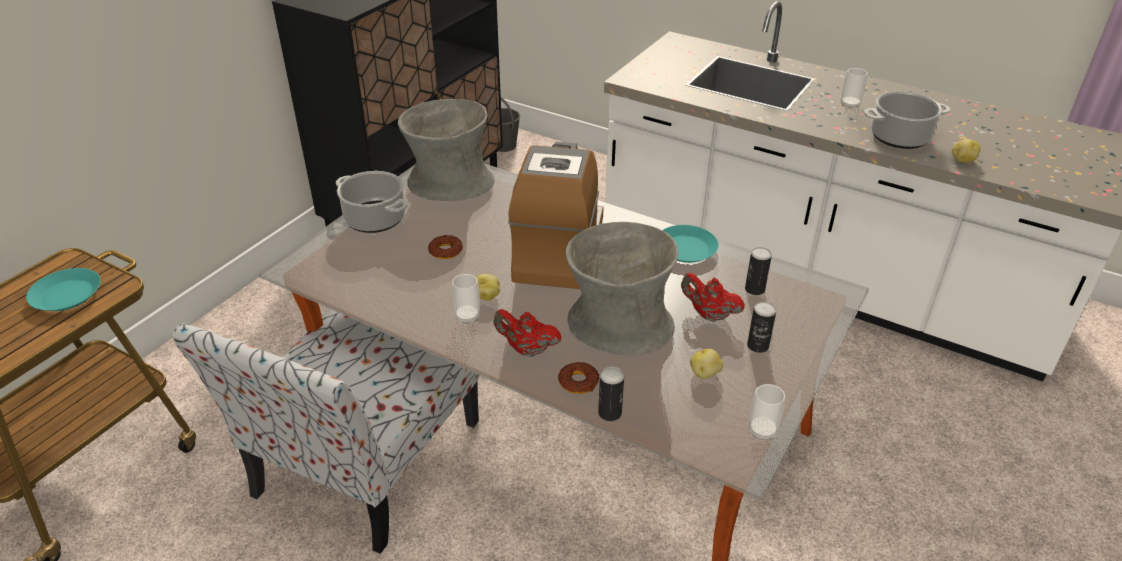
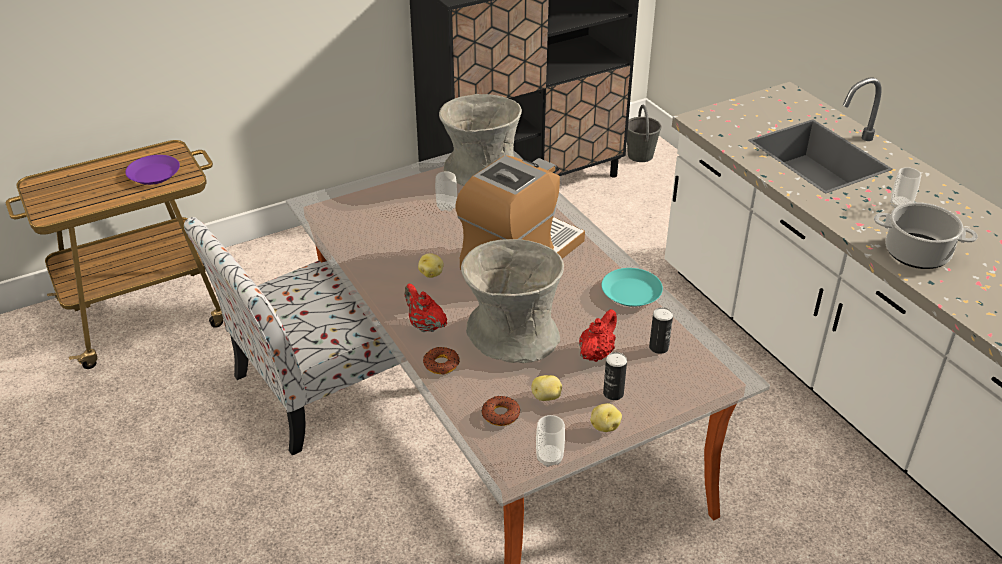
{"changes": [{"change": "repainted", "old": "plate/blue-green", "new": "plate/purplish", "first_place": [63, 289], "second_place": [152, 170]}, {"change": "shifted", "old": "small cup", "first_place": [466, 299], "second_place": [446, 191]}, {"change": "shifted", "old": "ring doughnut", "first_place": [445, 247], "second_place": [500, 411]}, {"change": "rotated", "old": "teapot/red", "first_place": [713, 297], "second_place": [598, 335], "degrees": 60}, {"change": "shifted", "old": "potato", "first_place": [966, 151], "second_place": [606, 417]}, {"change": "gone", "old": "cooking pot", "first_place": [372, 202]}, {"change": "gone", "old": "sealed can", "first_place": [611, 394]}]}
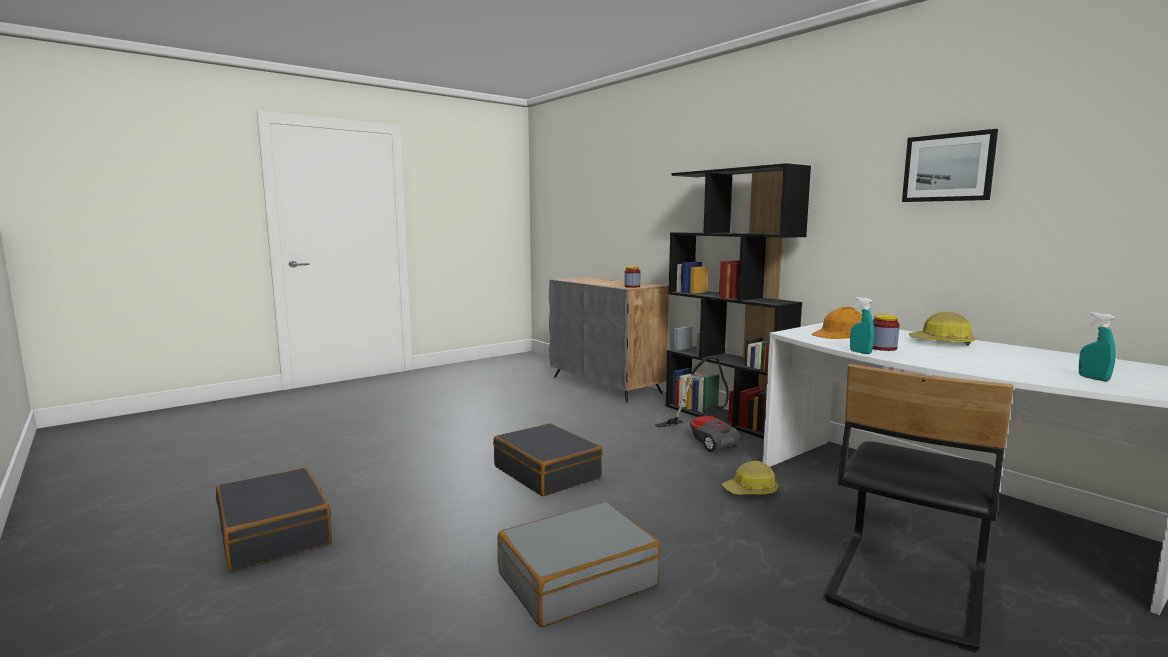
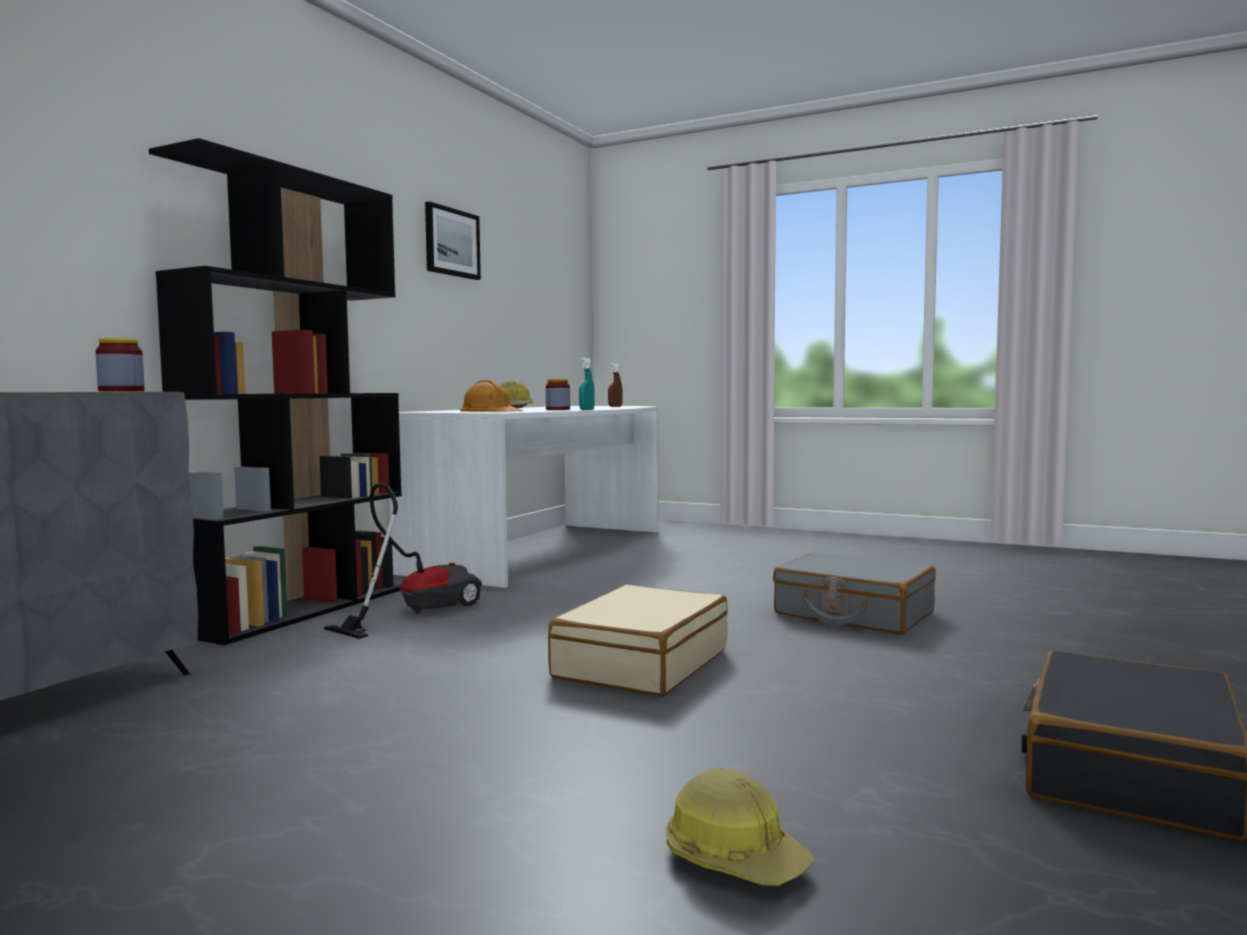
{"changes": [{"change": "repainted", "old": "travel case/blackish", "new": "travel case/beige", "first_place": [548, 459], "second_place": [638, 641]}, {"change": "repainted", "old": "sprayer/blue-green", "new": "sprayer/brown", "first_place": [1097, 346], "second_place": [615, 385]}, {"change": "shifted", "old": "work helmet", "first_place": [750, 478], "second_place": [740, 827]}, {"change": "gone", "old": "chair/blackish", "first_place": [919, 508]}]}
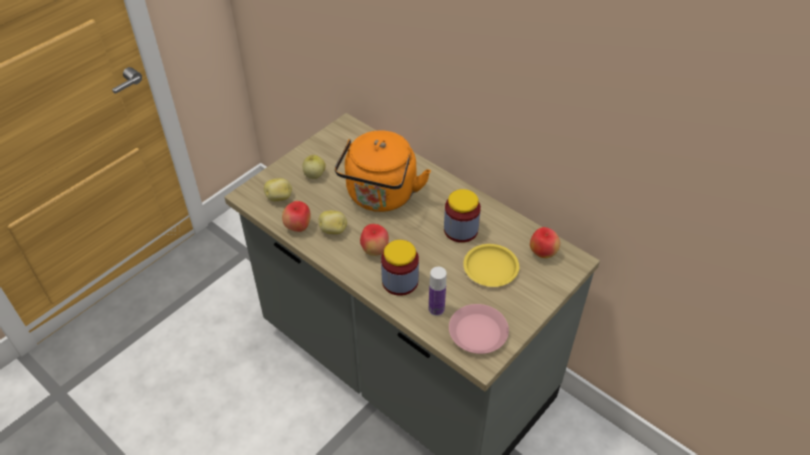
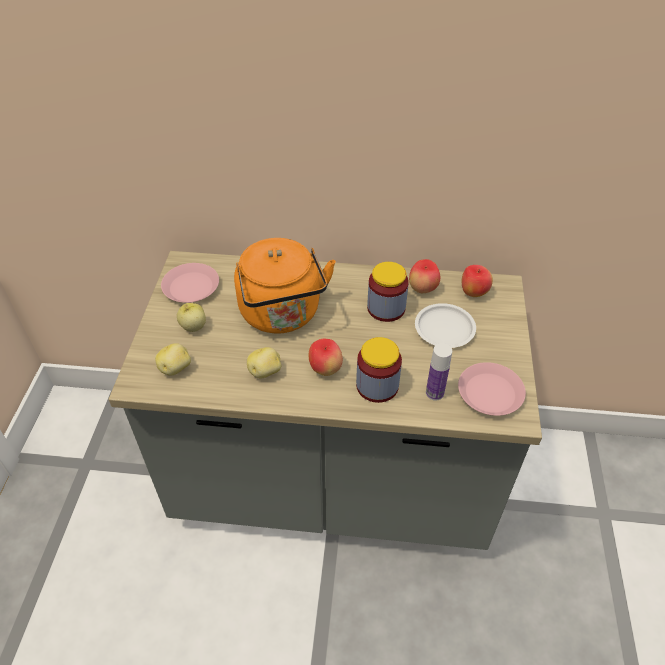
{"changes": [{"change": "new", "new": "plate/pinkish", "second_place": [190, 283]}, {"change": "shifted", "old": "whole apple", "first_place": [296, 216], "second_place": [424, 276]}, {"change": "repainted", "old": "plate/yellow", "new": "plate/whitish", "first_place": [491, 265], "second_place": [445, 325]}]}
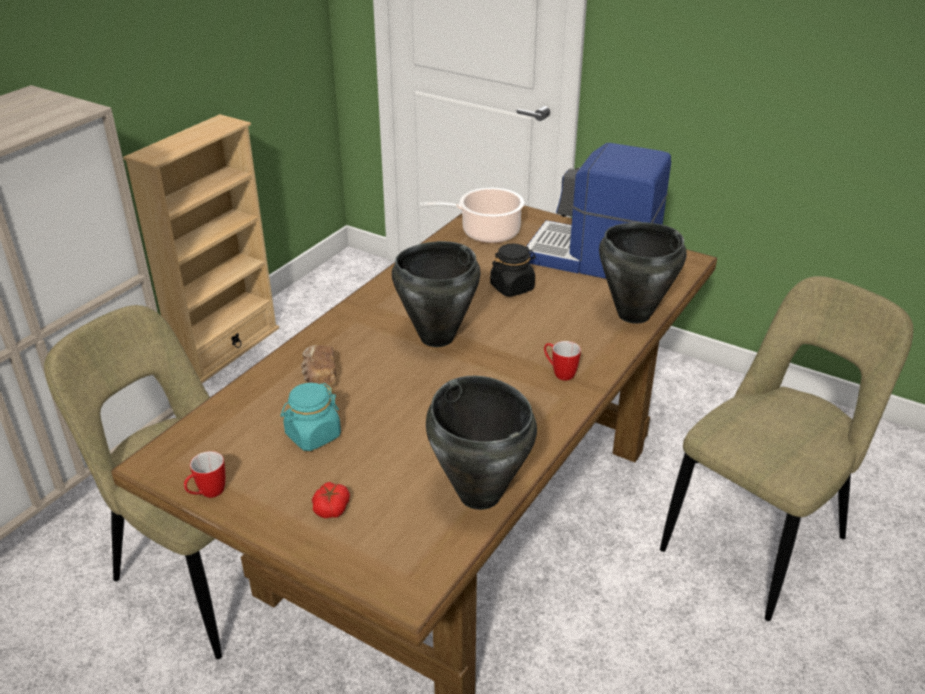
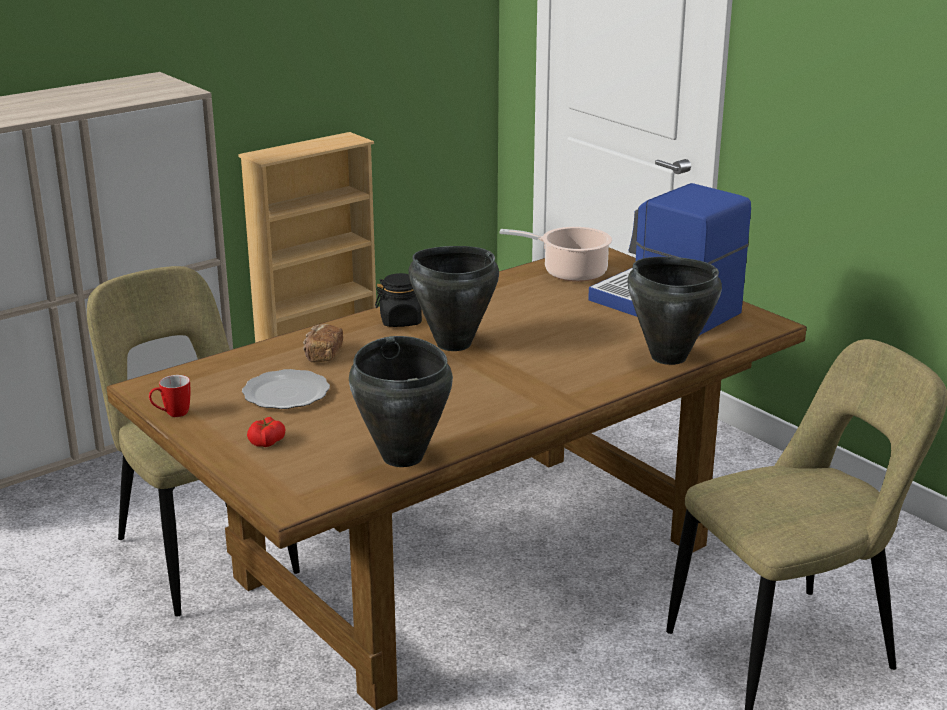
{"changes": [{"change": "swapped", "old": "preserve jar/blue-green", "new": "plate", "first_place": [310, 417], "second_place": [286, 389]}, {"change": "shifted", "old": "preserve jar/blackish", "first_place": [513, 270], "second_place": [398, 300]}, {"change": "gone", "old": "coffee mug", "first_place": [562, 361]}]}
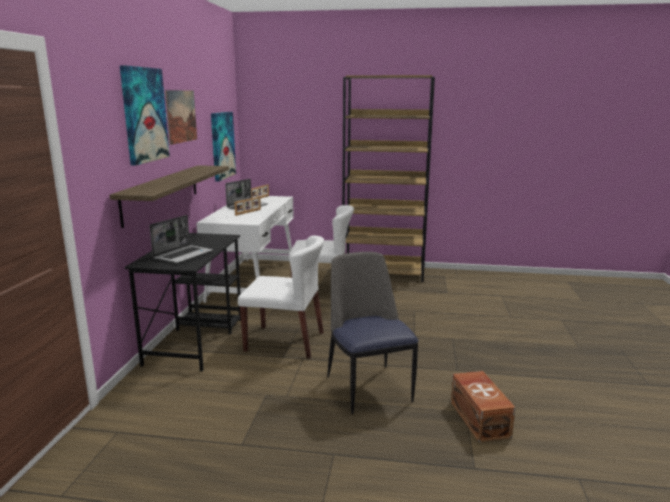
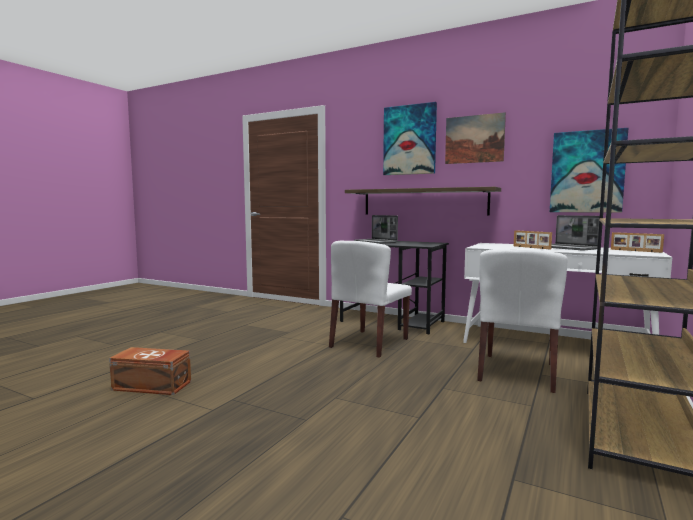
{"changes": [{"change": "gone", "old": "chair", "first_place": [372, 333]}]}
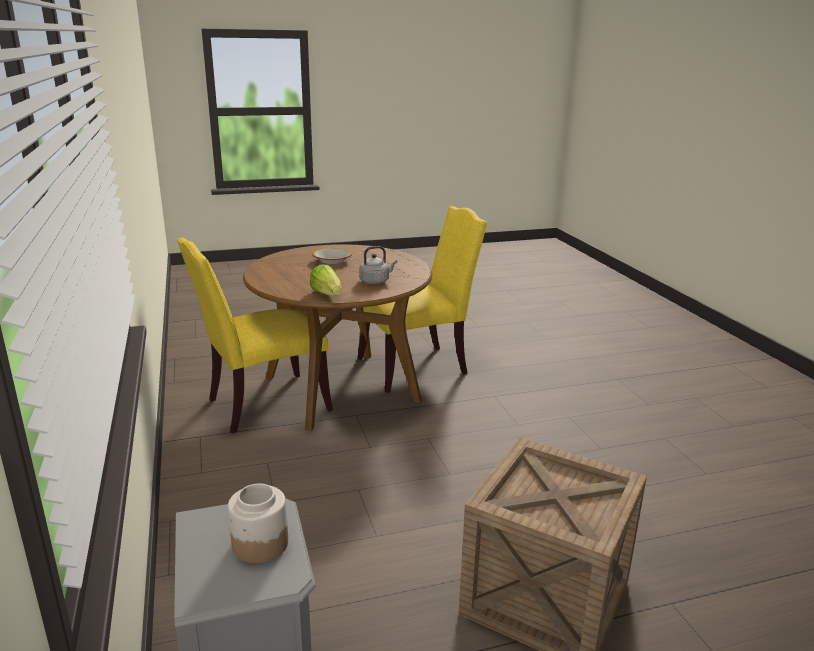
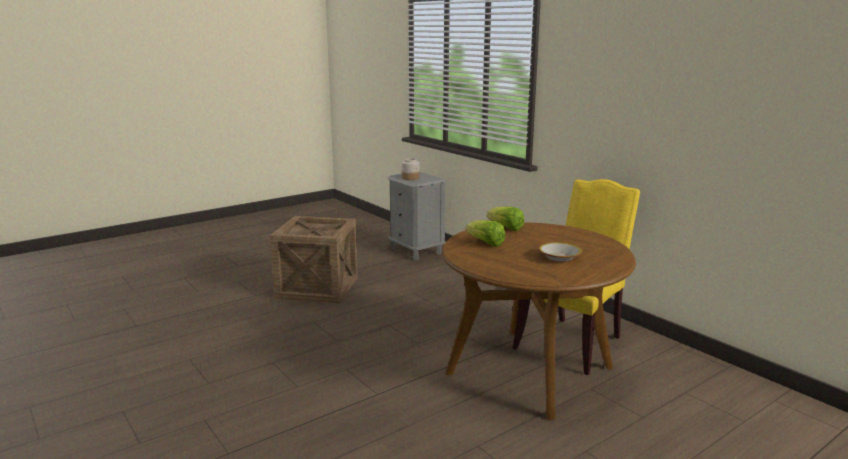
{"changes": [{"change": "swapped", "old": "kettle/gray", "new": "lettuce head", "first_place": [378, 265], "second_place": [485, 233]}, {"change": "gone", "old": "chair/yellow", "first_place": [422, 299]}]}
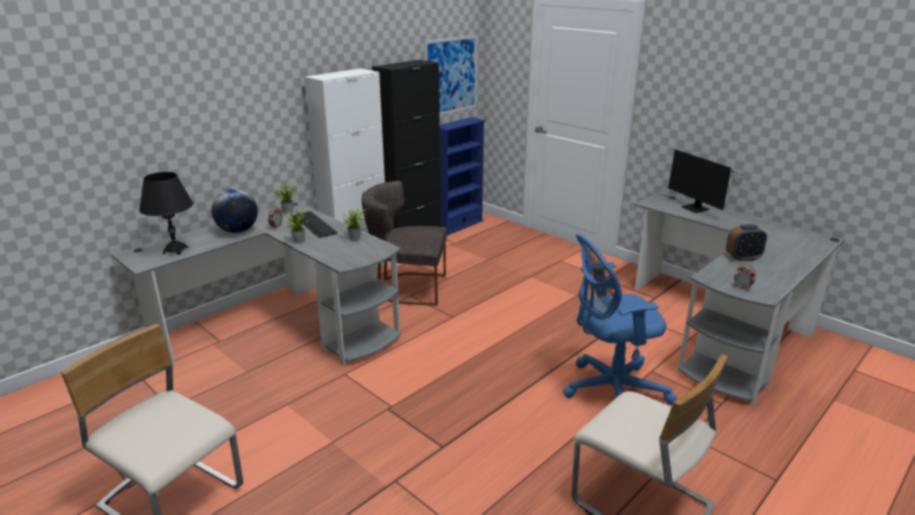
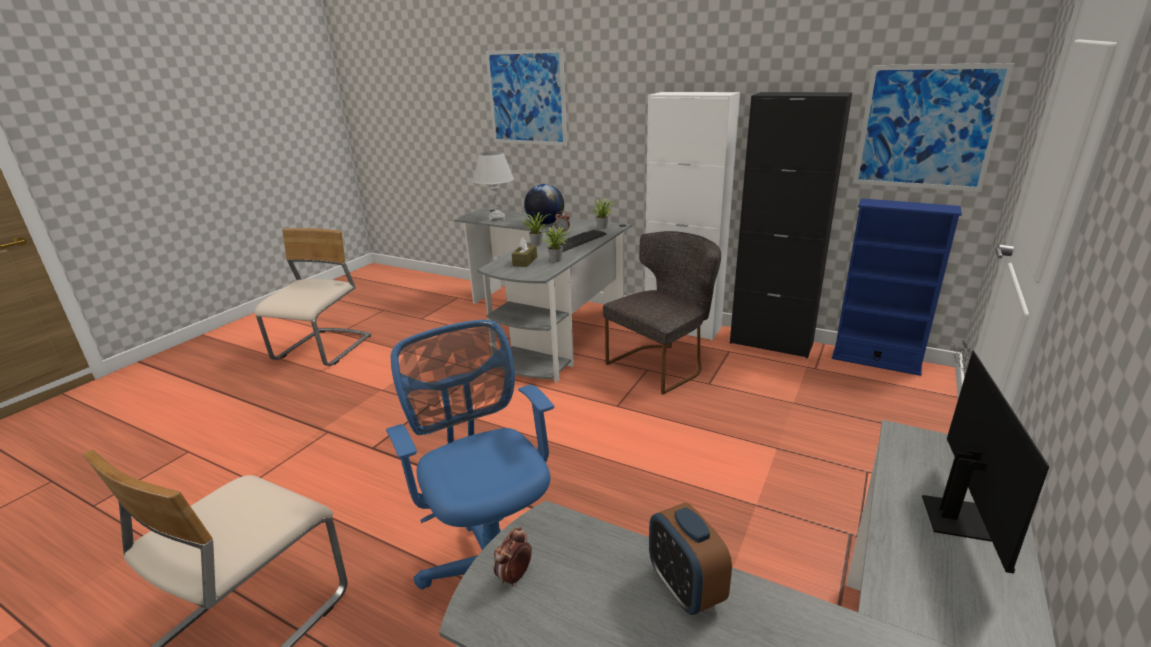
{"changes": [{"change": "repainted", "old": "table lamp/blackish", "new": "table lamp/whitish", "first_place": [166, 213], "second_place": [493, 186]}, {"change": "new", "new": "wall picture", "second_place": [526, 97]}, {"change": "new", "new": "tissue holder/brown", "second_place": [524, 252]}, {"change": "rotated", "old": "chair/gray", "first_place": [404, 243], "second_place": [662, 313], "degrees": 60}, {"change": "rotated", "old": "computer display", "first_place": [709, 181], "second_place": [985, 457], "degrees": 150}]}
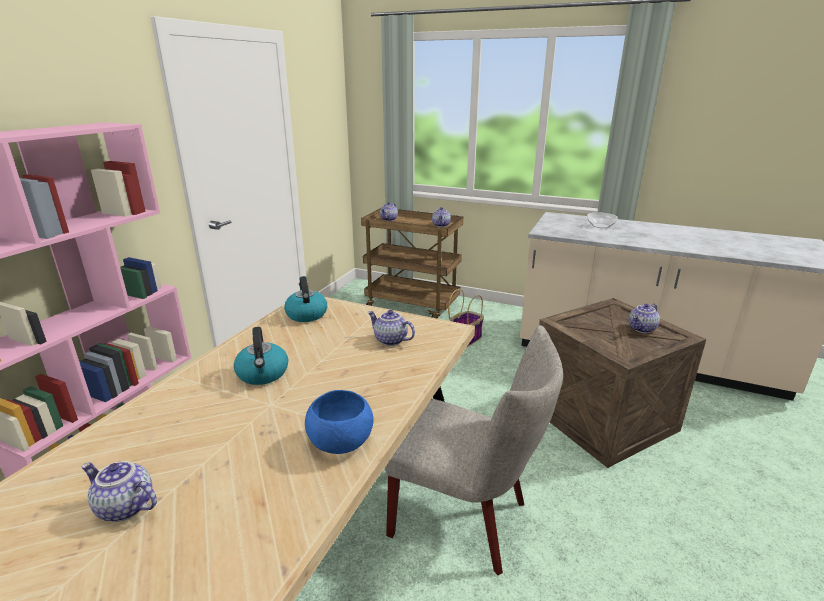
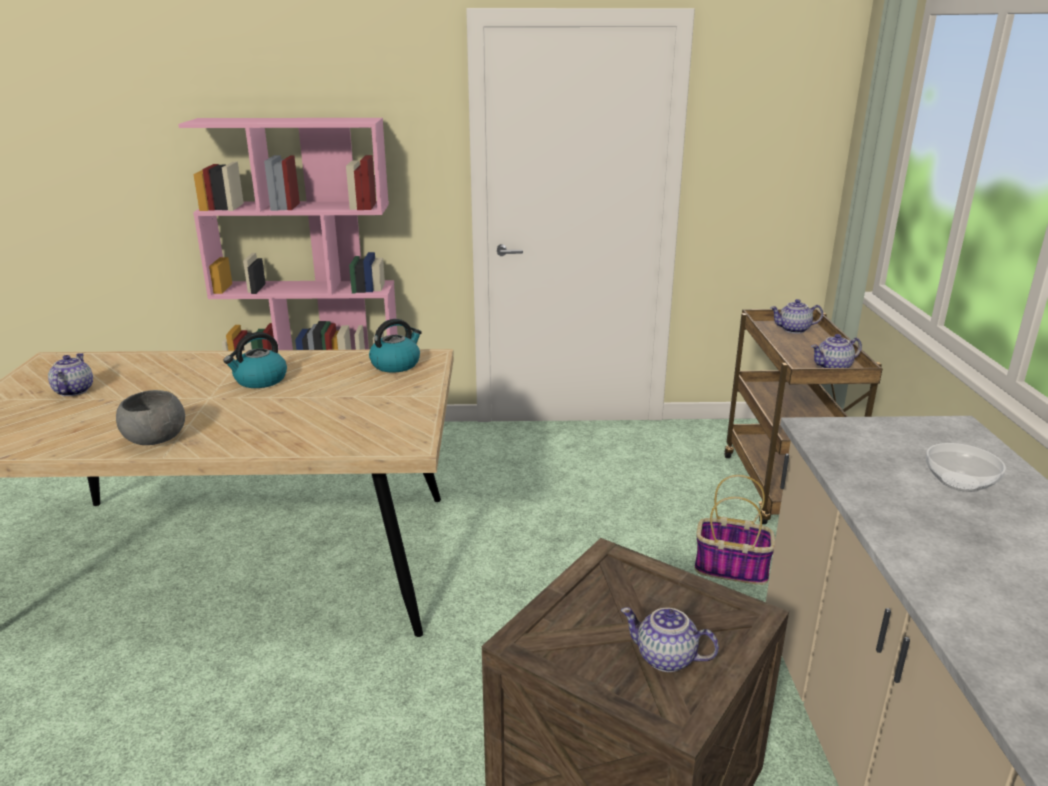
{"changes": [{"change": "repainted", "old": "bowl/blue", "new": "bowl/gray", "first_place": [339, 422], "second_place": [150, 417]}, {"change": "gone", "old": "teapot", "first_place": [391, 328]}, {"change": "gone", "old": "chair/beige", "first_place": [474, 450]}]}
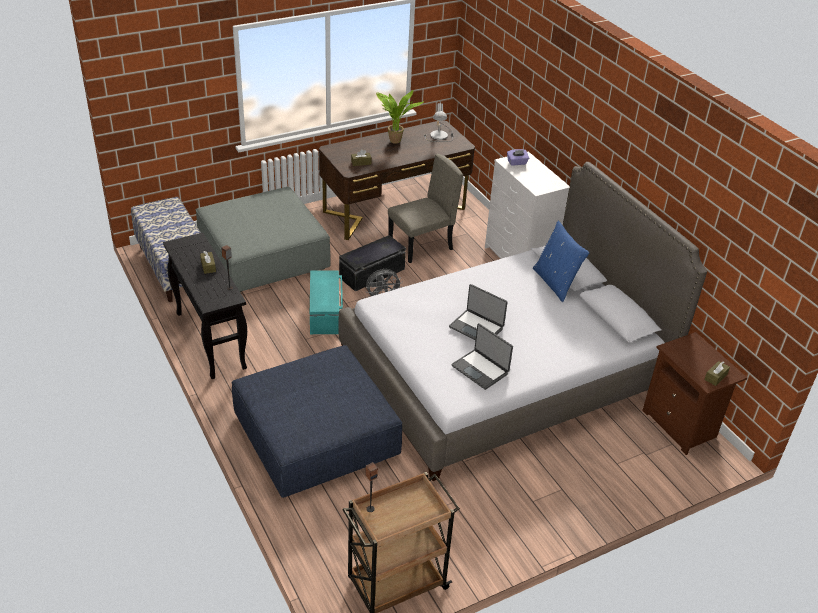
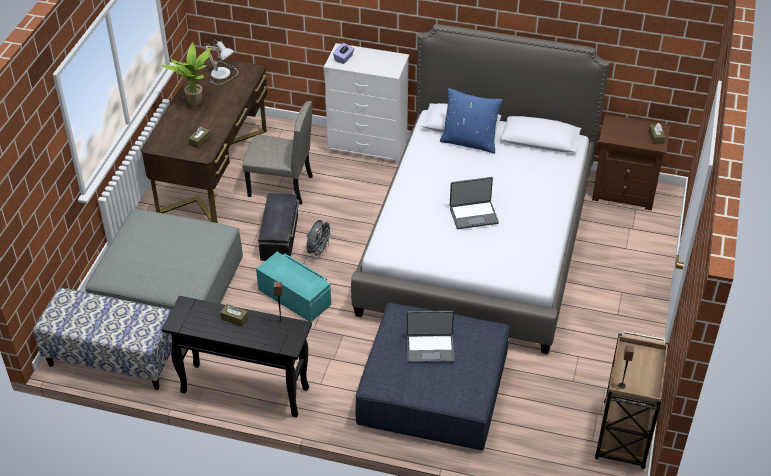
{"changes": [{"change": "rotated", "old": "chair/beige", "first_place": [425, 208], "second_place": [277, 153], "degrees": 90}, {"change": "shifted", "old": "portable computer", "first_place": [482, 356], "second_place": [431, 337]}]}
